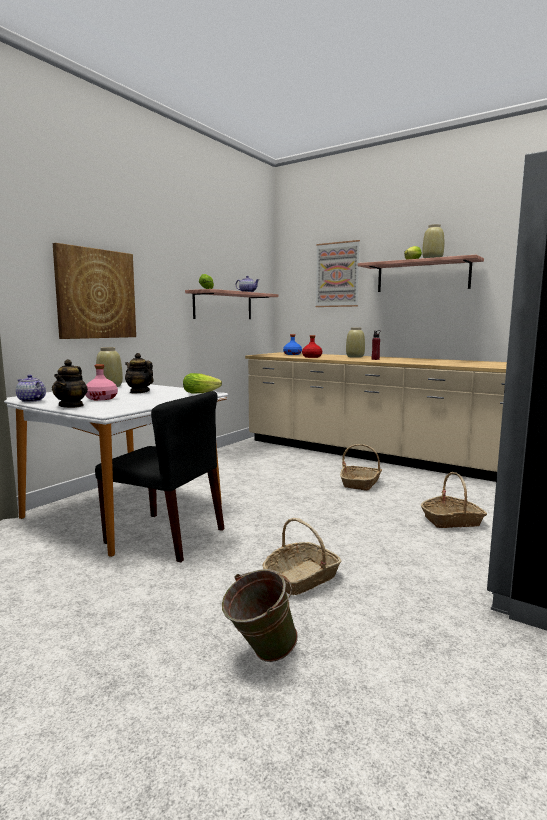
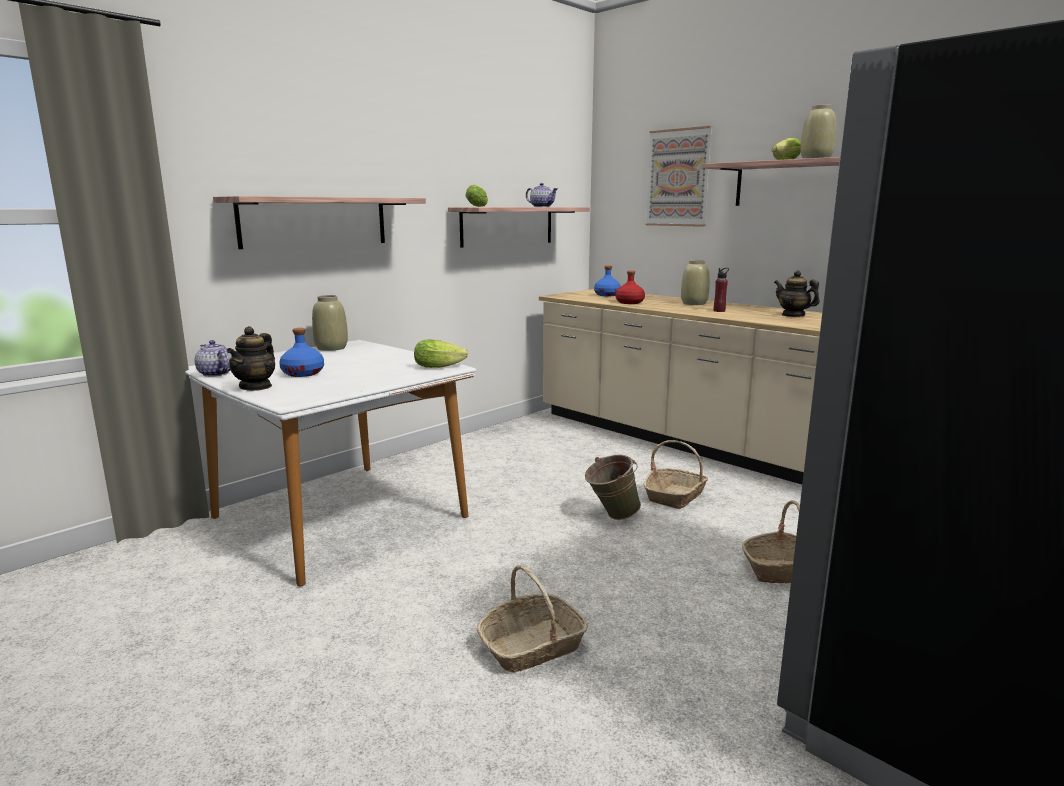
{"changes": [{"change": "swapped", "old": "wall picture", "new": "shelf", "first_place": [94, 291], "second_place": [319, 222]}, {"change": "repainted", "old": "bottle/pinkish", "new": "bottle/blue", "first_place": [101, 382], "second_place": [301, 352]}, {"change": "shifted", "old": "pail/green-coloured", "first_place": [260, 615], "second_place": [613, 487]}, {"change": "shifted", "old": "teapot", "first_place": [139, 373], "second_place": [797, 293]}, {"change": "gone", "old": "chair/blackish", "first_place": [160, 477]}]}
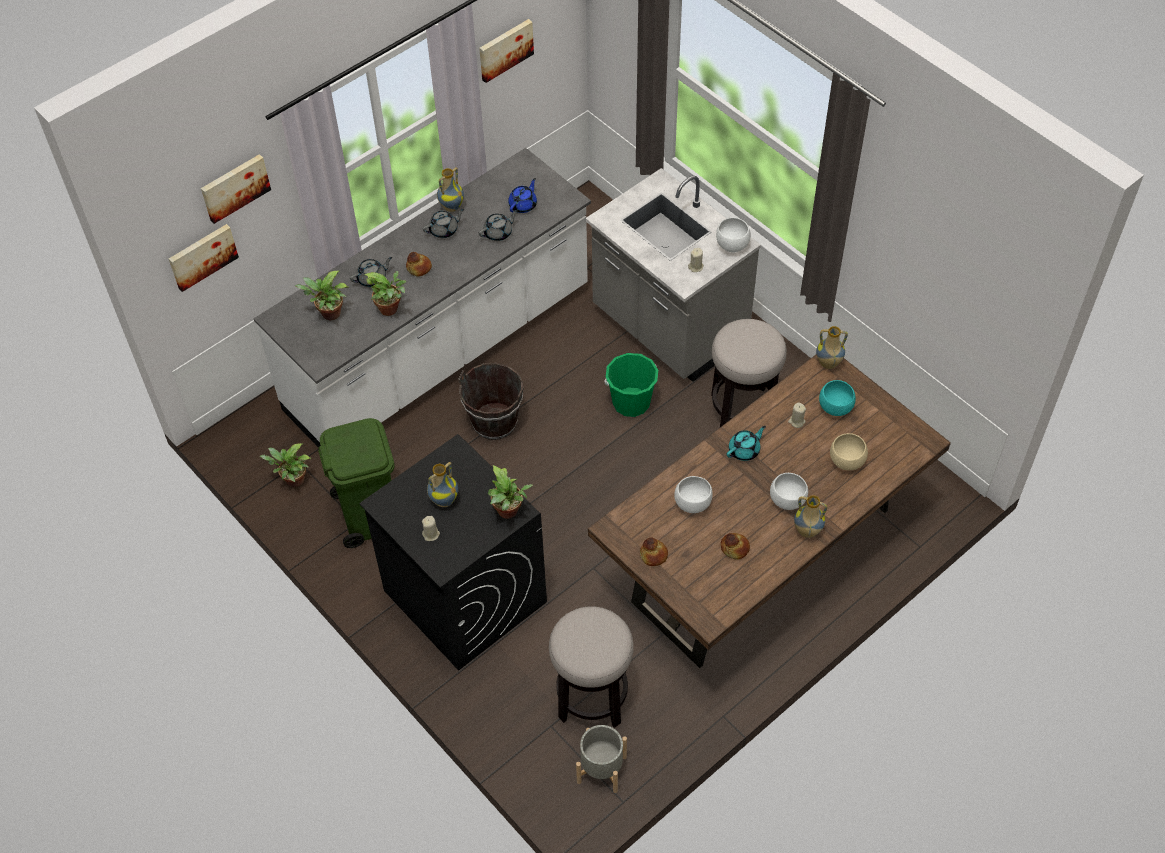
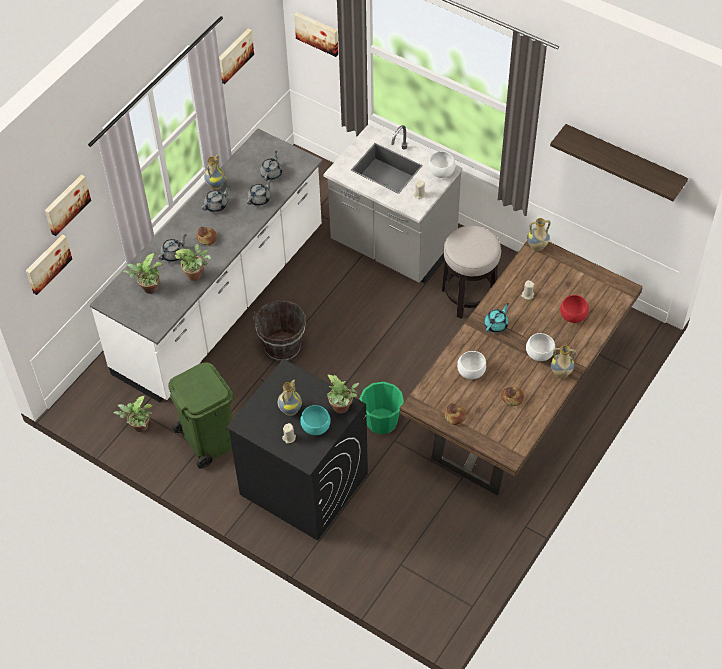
{"changes": [{"change": "repainted", "old": "teapot/blue", "new": "teapot/gray", "first_place": [522, 195], "second_place": [271, 166]}, {"change": "new", "new": "wall picture", "second_place": [316, 34]}, {"change": "shifted", "old": "bowl/blue-green", "first_place": [837, 398], "second_place": [315, 420]}, {"change": "shifted", "old": "pail/green-coloured", "first_place": [631, 385], "second_place": [382, 408]}, {"change": "new", "new": "shelf", "second_place": [619, 162]}, {"change": "repainted", "old": "bowl/beige", "new": "bowl/red", "first_place": [849, 451], "second_place": [574, 309]}, {"change": "gone", "old": "sitting stool", "first_place": [591, 667]}, {"change": "gone", "old": "flower pot/gray", "first_place": [601, 759]}]}
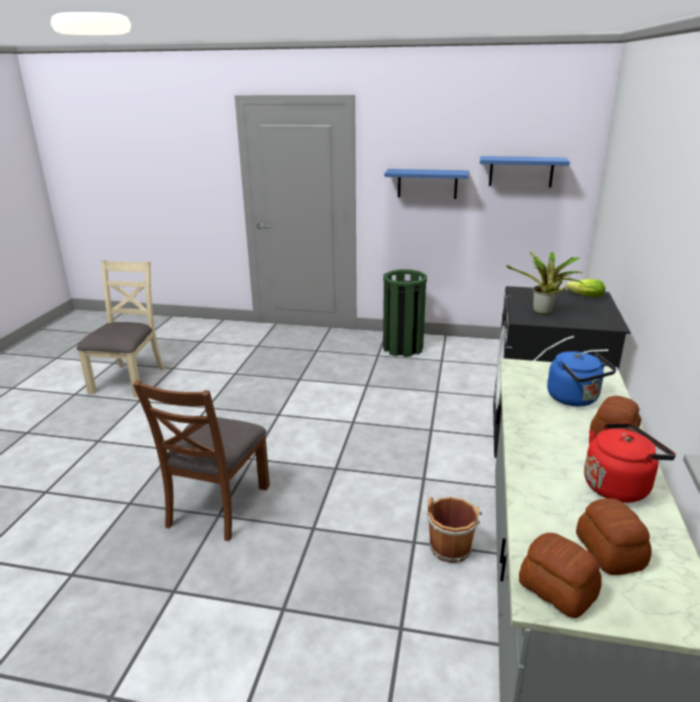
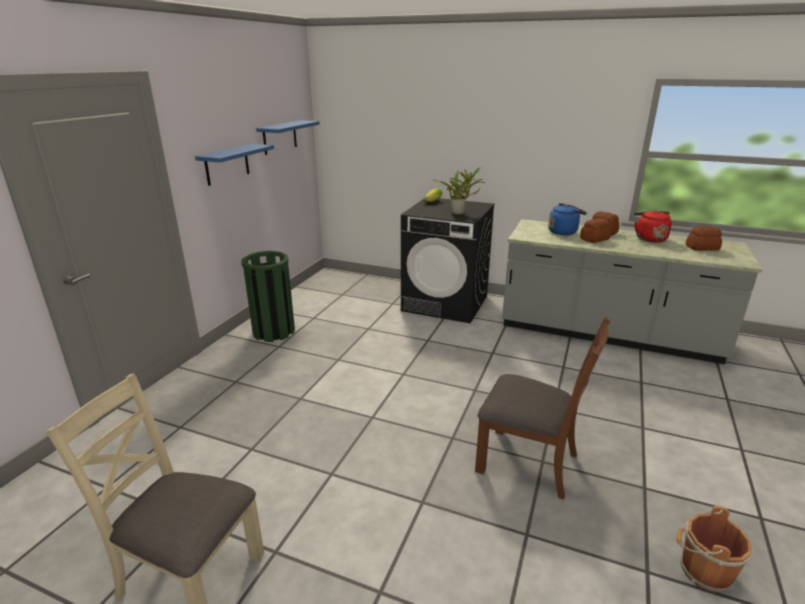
{"changes": [{"change": "shifted", "old": "baked bread", "first_place": [560, 575], "second_place": [596, 230]}, {"change": "shifted", "old": "pail/brown", "first_place": [454, 530], "second_place": [714, 549]}]}
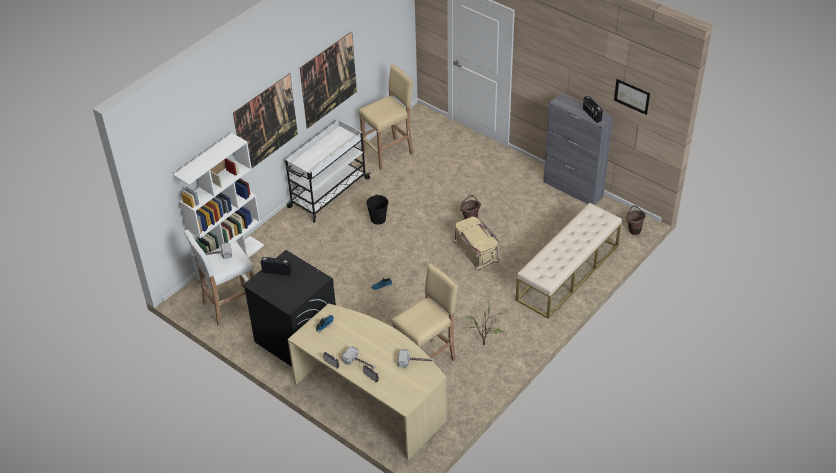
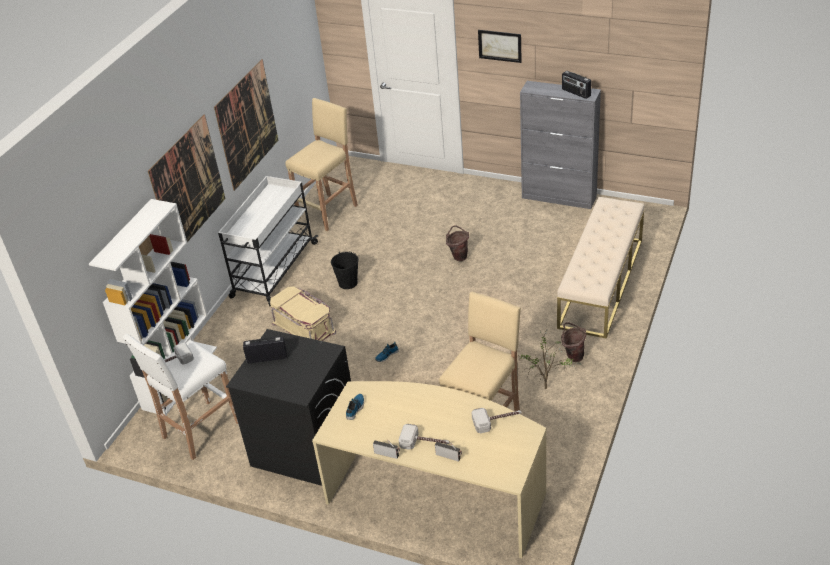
{"changes": [{"change": "shifted", "old": "storage box/beige", "first_place": [476, 244], "second_place": [303, 313]}, {"change": "shifted", "old": "wall picture", "first_place": [632, 97], "second_place": [500, 46]}, {"change": "shifted", "old": "pail/brown", "first_place": [636, 220], "second_place": [573, 342]}]}
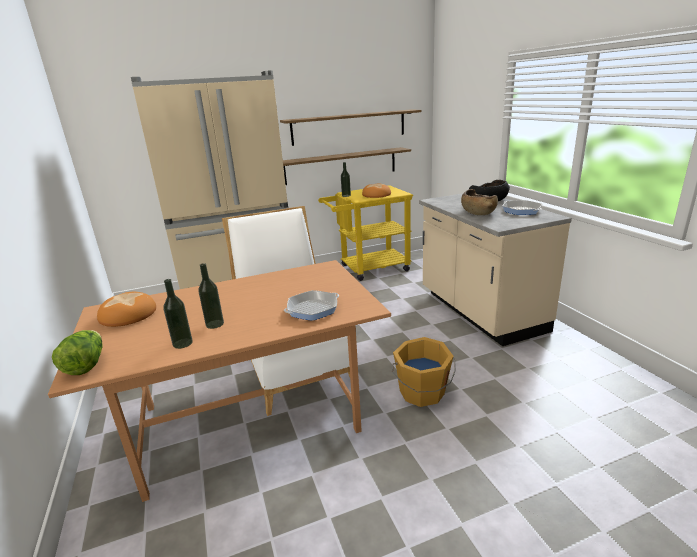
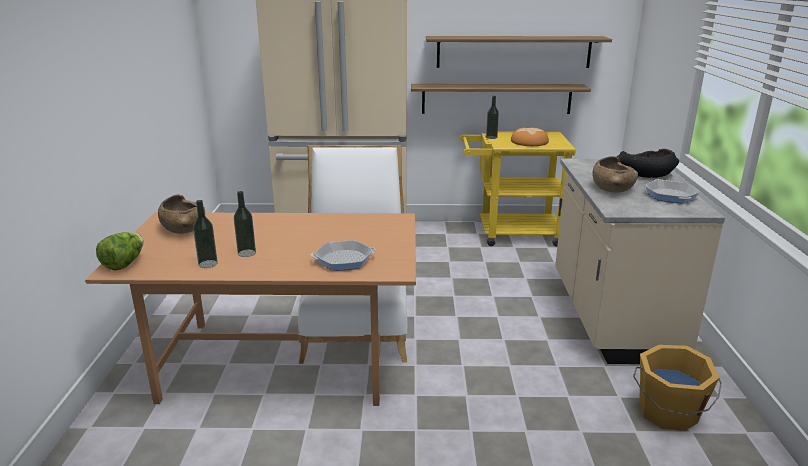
{"changes": [{"change": "swapped", "old": "baked bread", "new": "bowl/brown", "first_place": [126, 309], "second_place": [181, 214]}, {"change": "shifted", "old": "pail/orange-coloured", "first_place": [424, 372], "second_place": [677, 388]}]}
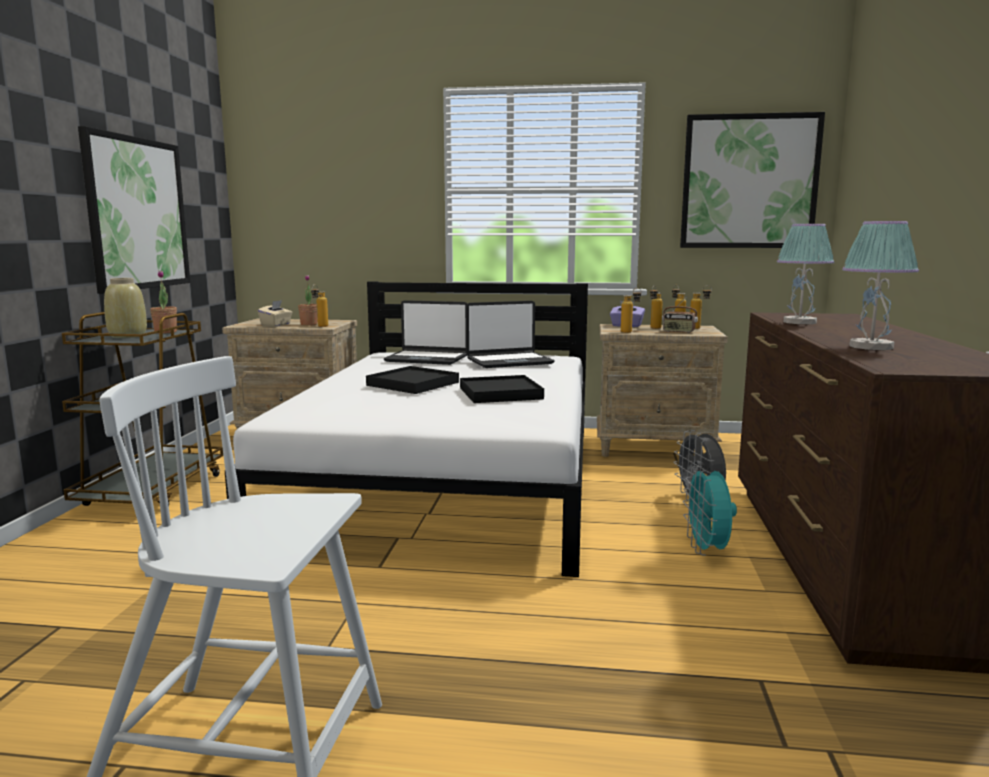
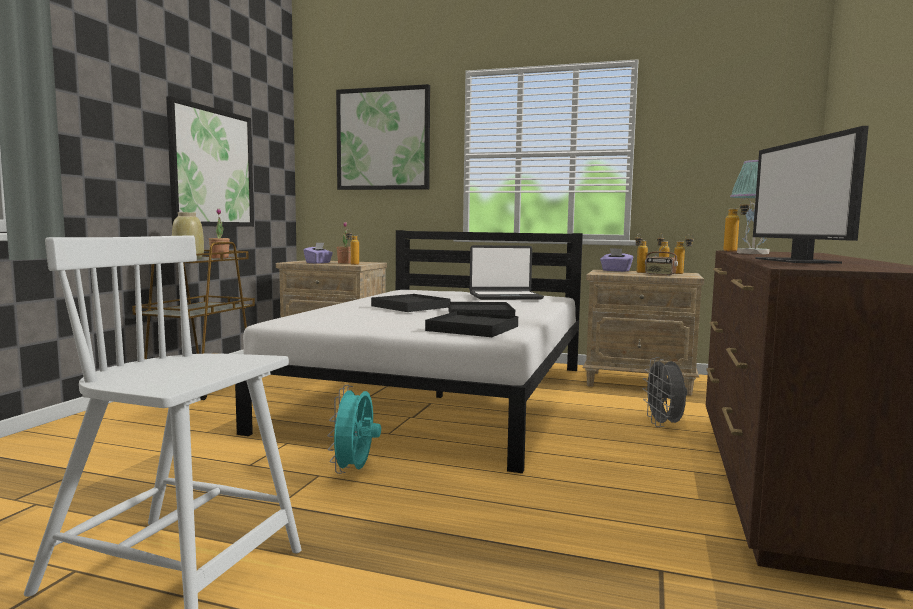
{"changes": [{"change": "repainted", "old": "tissue holder/beige", "new": "tissue holder/purplish", "first_place": [275, 313], "second_place": [318, 253]}, {"change": "shifted", "old": "cooling fan/blue-green", "first_place": [710, 510], "second_place": [354, 429]}, {"change": "shifted", "old": "wall picture", "first_place": [752, 180], "second_place": [383, 137]}, {"change": "new", "new": "tray/blackish", "second_place": [471, 324]}, {"change": "shifted", "old": "bottle", "first_place": [631, 310], "second_place": [737, 225]}, {"change": "swapped", "old": "table lamp", "new": "computer display", "first_place": [880, 285], "second_place": [811, 195]}, {"change": "gone", "old": "portable computer", "first_place": [425, 332]}]}
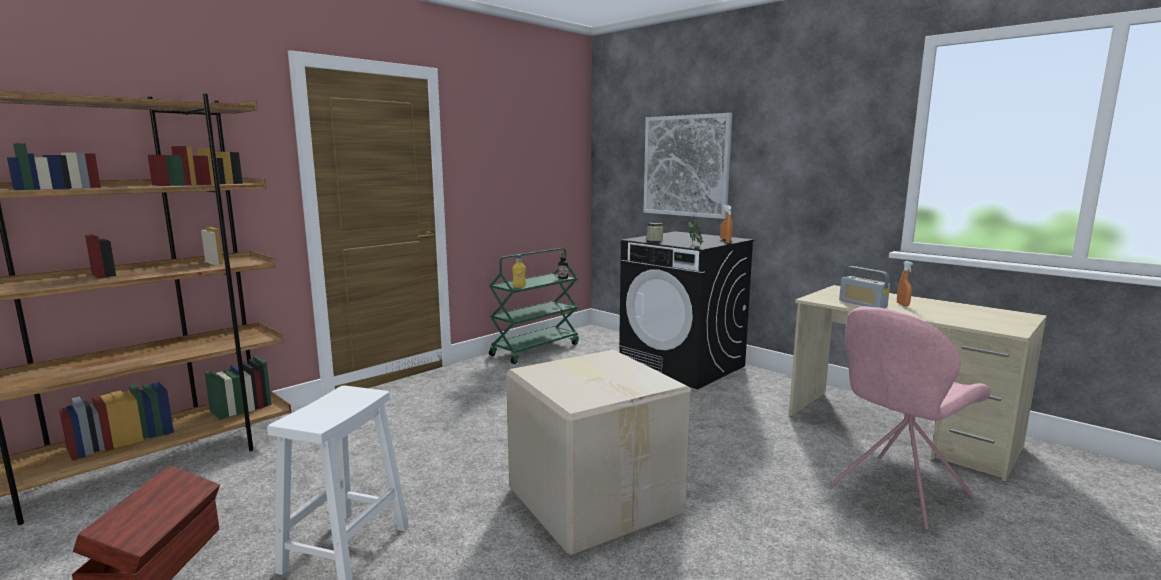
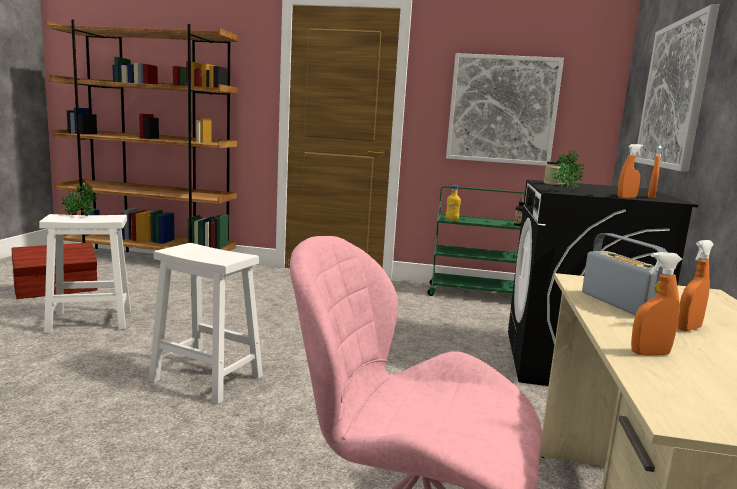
{"changes": [{"change": "new", "new": "plant in a pot", "second_place": [79, 199]}, {"change": "swapped", "old": "packing box", "new": "sitting stool/whitish", "first_place": [598, 452], "second_place": [206, 323]}, {"change": "new", "new": "wall picture", "second_place": [505, 109]}, {"change": "rotated", "old": "radio", "first_place": [864, 287], "second_place": [625, 274], "degrees": 135}, {"change": "new", "new": "sprayer/orange-coloured", "second_place": [656, 304]}]}
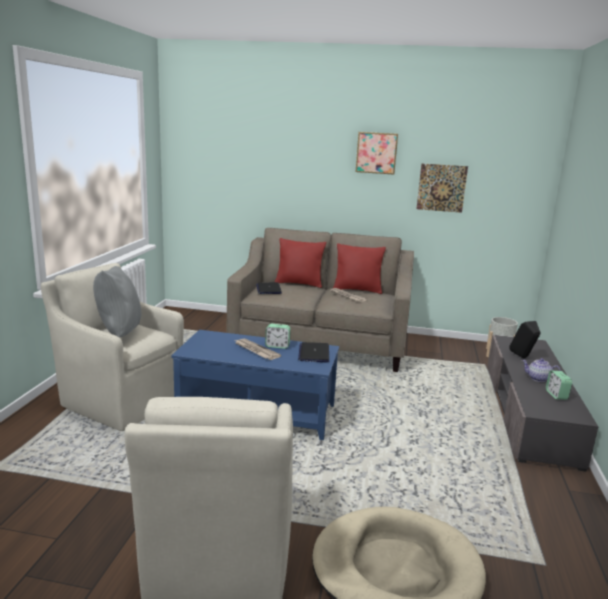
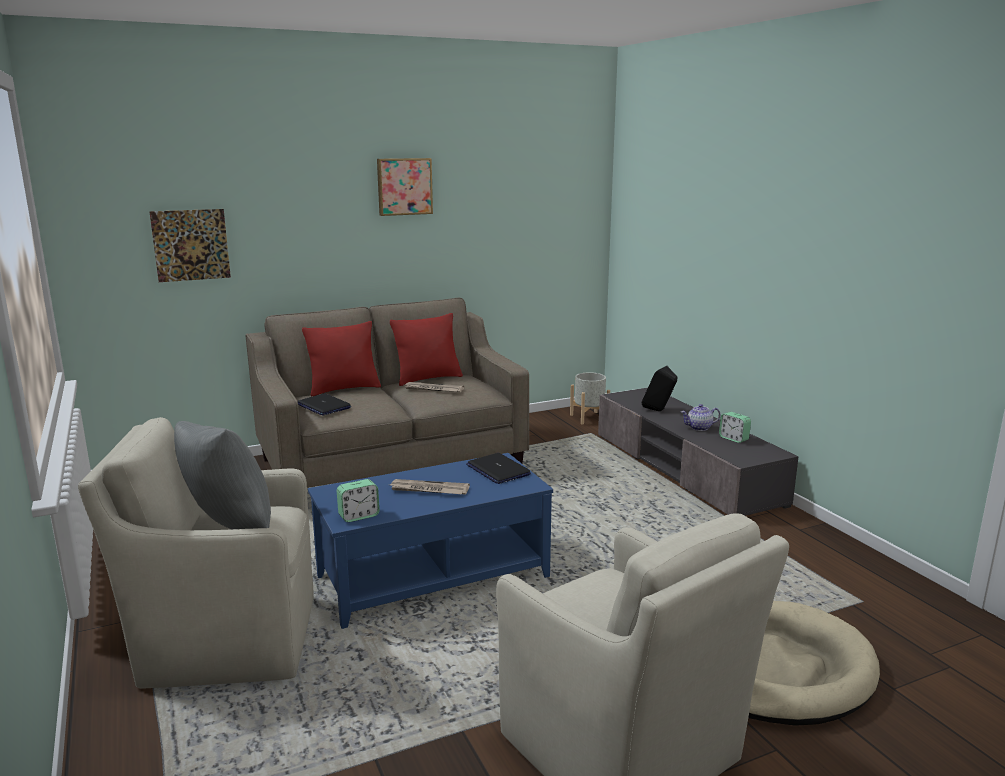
{"changes": [{"change": "shifted", "old": "wall picture", "first_place": [442, 188], "second_place": [190, 245]}, {"change": "shifted", "old": "table clock", "first_place": [278, 336], "second_place": [358, 500]}]}
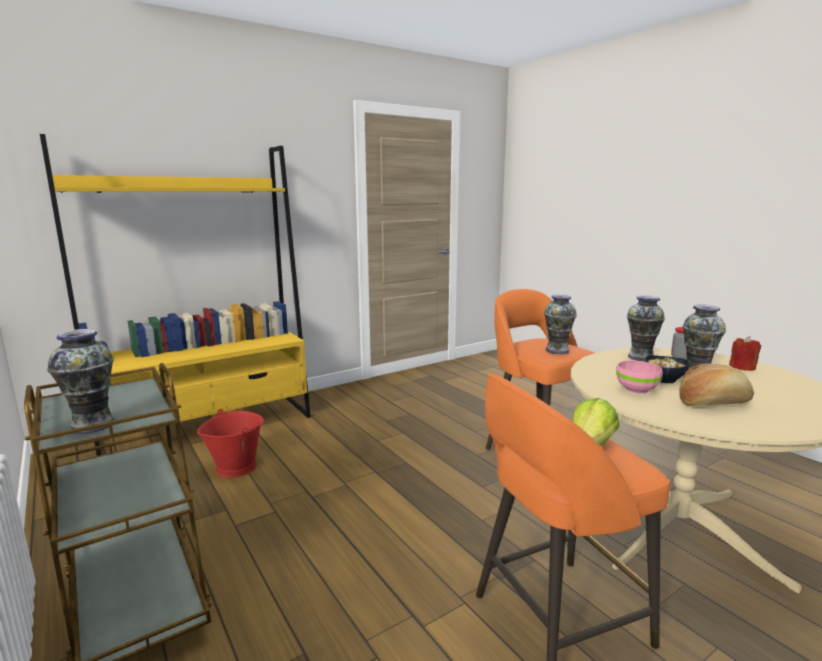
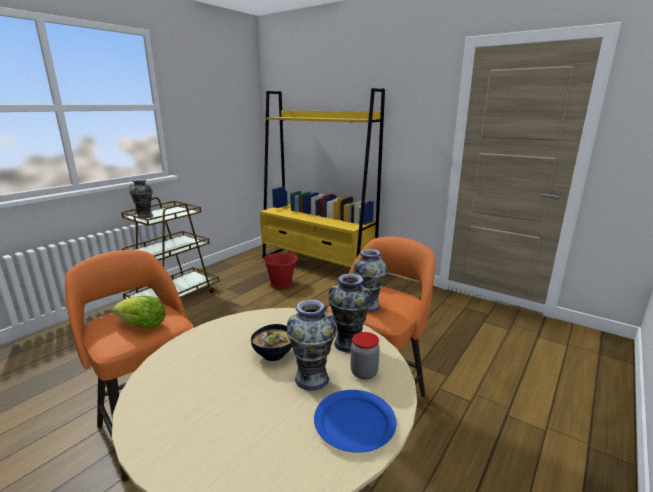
{"changes": [{"change": "swapped", "old": "wax candle/red", "new": "plate/blue", "first_place": [745, 353], "second_place": [355, 421]}, {"change": "gone", "old": "bowl/pinkish", "first_place": [639, 377]}, {"change": "gone", "old": "baked bread", "first_place": [716, 384]}]}
